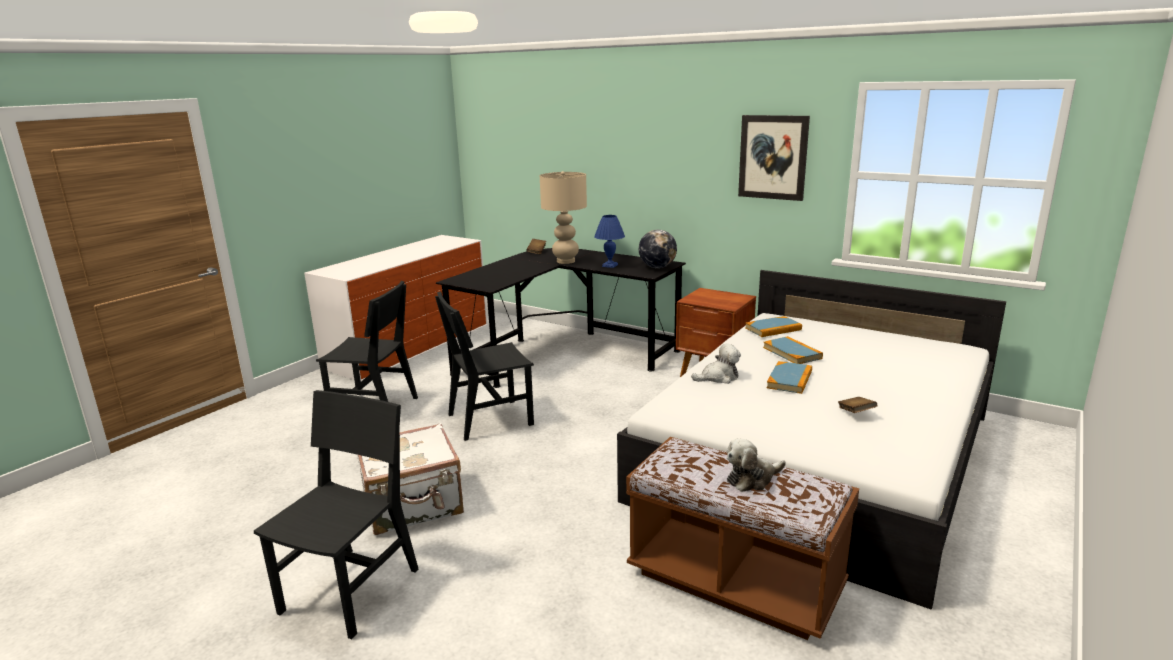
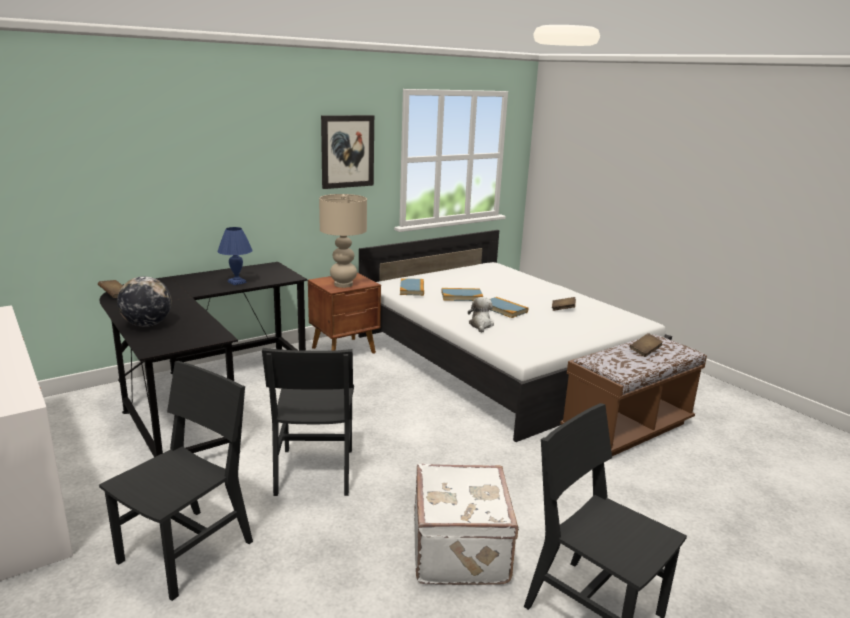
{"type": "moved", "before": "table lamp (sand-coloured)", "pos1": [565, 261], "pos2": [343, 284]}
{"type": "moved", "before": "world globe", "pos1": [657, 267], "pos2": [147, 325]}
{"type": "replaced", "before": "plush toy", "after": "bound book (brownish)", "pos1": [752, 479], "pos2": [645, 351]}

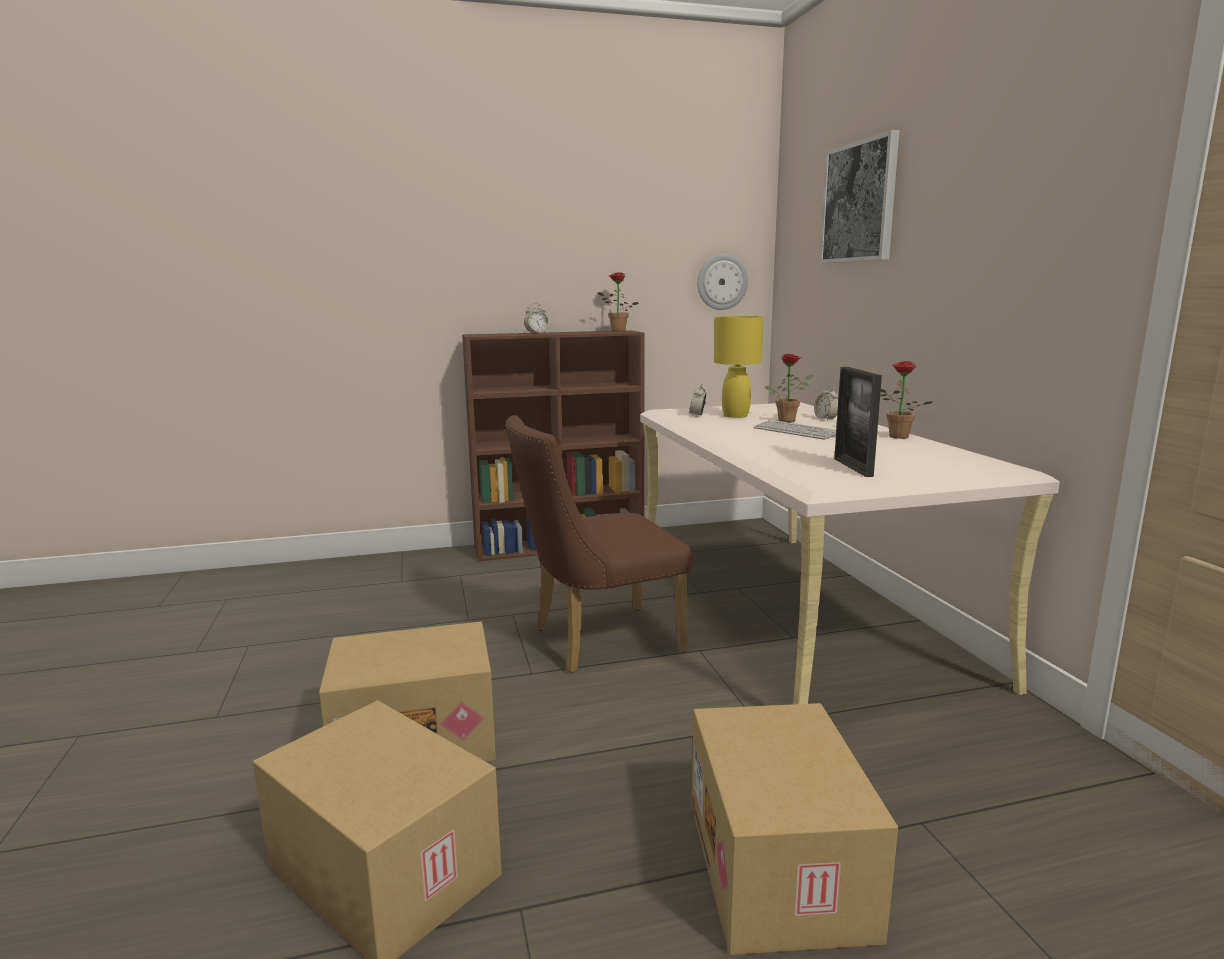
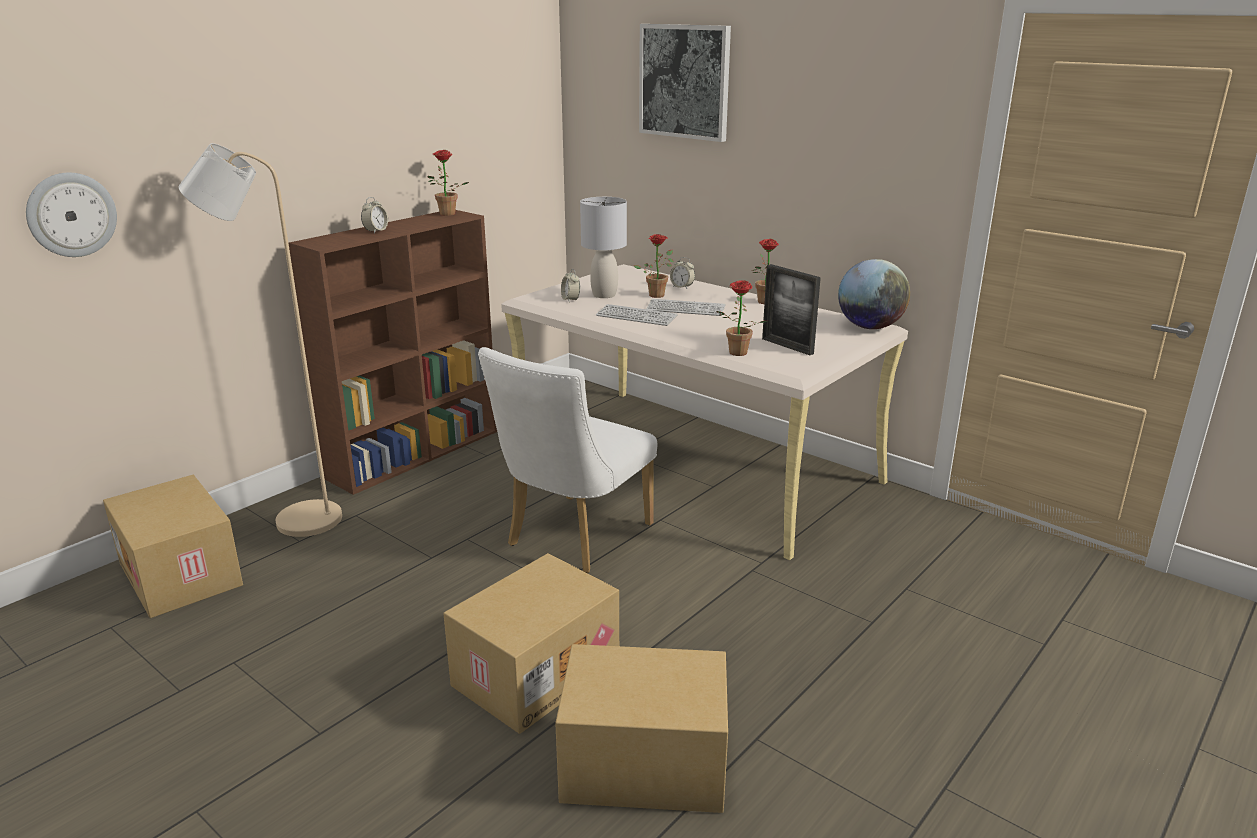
{"type": "added", "after": "standard lamp (sand-coloured)", "pos2": [296, 521]}
{"type": "added", "after": "keyboard", "pos2": [636, 316]}
{"type": "added", "after": "plant in a pot", "pos2": [736, 354]}
{"type": "added", "after": "world globe", "pos2": [869, 327]}
{"type": "moved", "before": "carton", "pos1": [781, 868], "pos2": [183, 574]}
{"type": "moved", "before": "hanging clock", "pos1": [722, 282], "pos2": [71, 214]}
{"type": "recoloured", "before": "upright chair (brownish)", "after": "upright chair (white-coloured)", "pos1": [596, 641], "pos2": [573, 539]}
{"type": "recoloured", "before": "table lamp (yellow-coloured)", "after": "table lamp (gray)", "pos1": [735, 415], "pos2": [604, 295]}

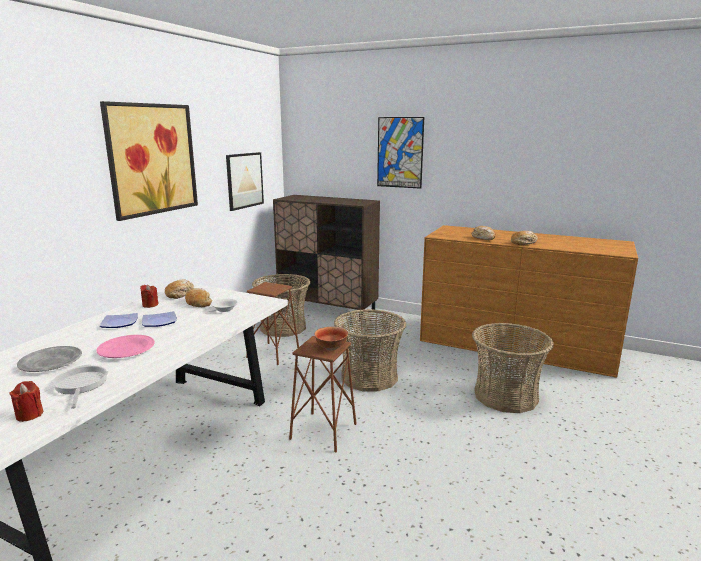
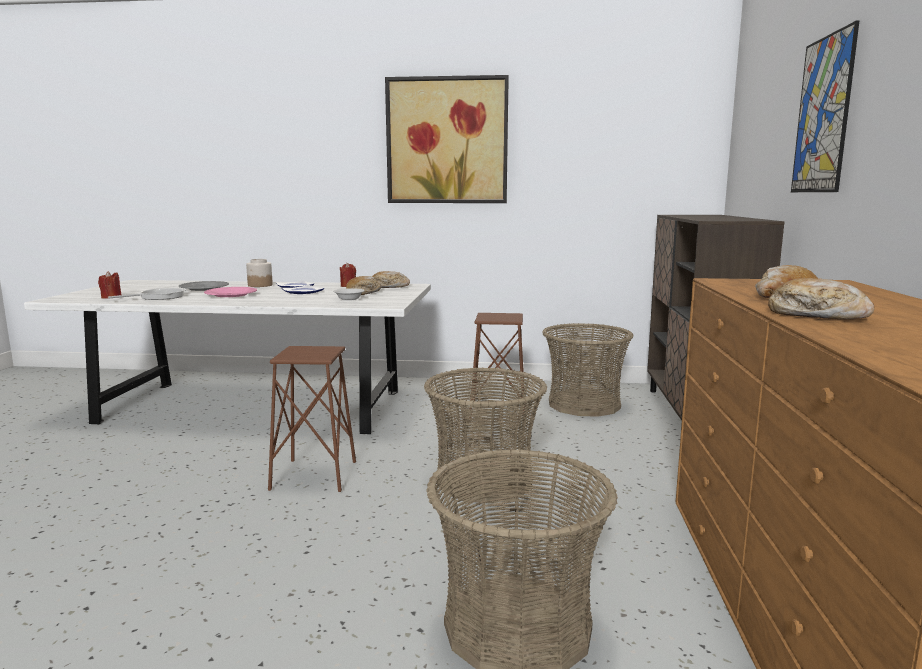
{"type": "removed", "before": "wall picture", "pos1": [244, 180]}
{"type": "removed", "before": "serving bowl", "pos1": [332, 348]}
{"type": "added", "after": "storage jar", "pos2": [260, 285]}

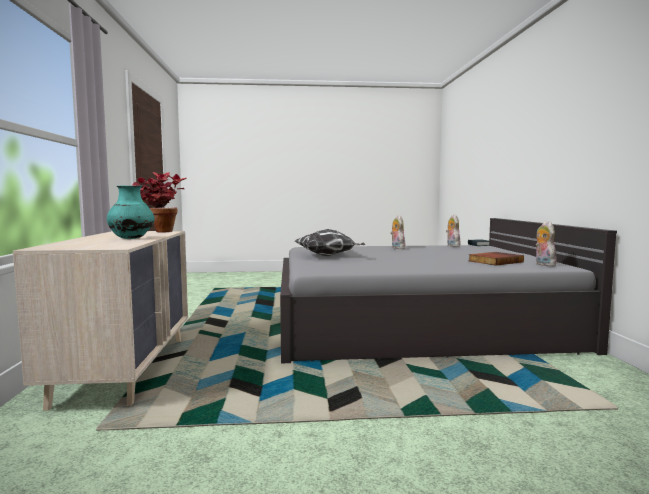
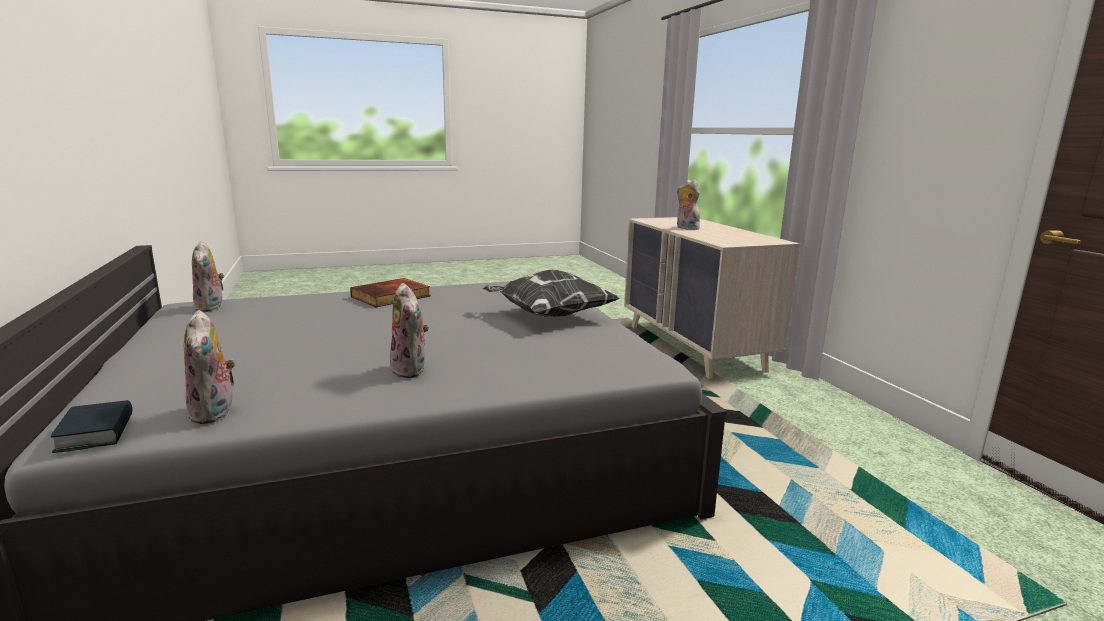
{"type": "removed", "before": "plant in a pot", "pos1": [159, 231]}
{"type": "moved", "before": "bound book", "pos1": [495, 261], "pos2": [391, 297]}
{"type": "replaced", "before": "flower vase (blue-green)", "after": "plush toy", "pos1": [131, 239], "pos2": [685, 228]}

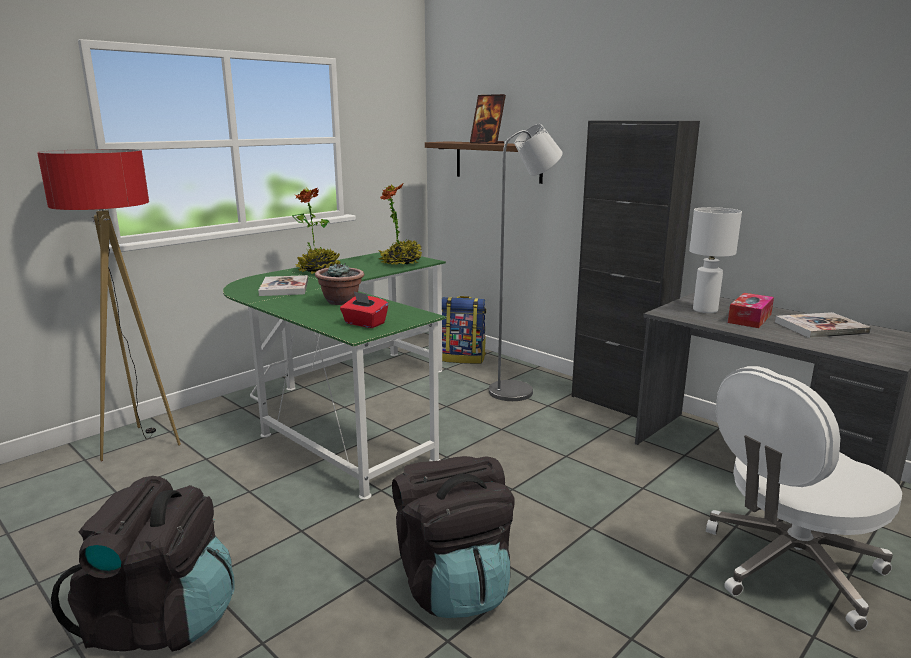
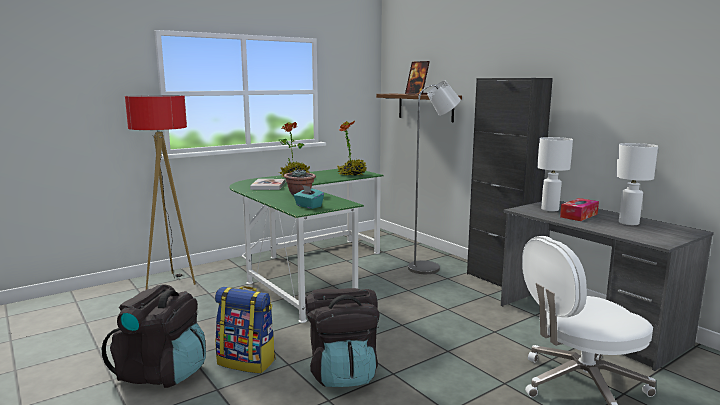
{"type": "moved", "before": "backpack", "pos1": [463, 358], "pos2": [247, 361]}
{"type": "replaced", "before": "bound book", "after": "table lamp (white-coloured)", "pos1": [821, 328], "pos2": [628, 223]}
{"type": "recoloured", "before": "tissue holder (red)", "after": "tissue holder (blue-green)", "pos1": [364, 323], "pos2": [308, 206]}

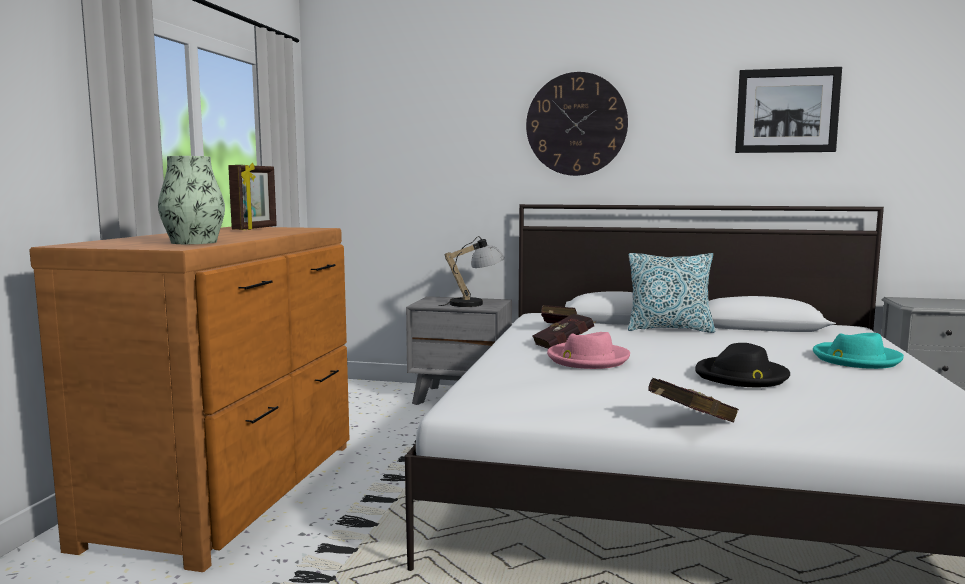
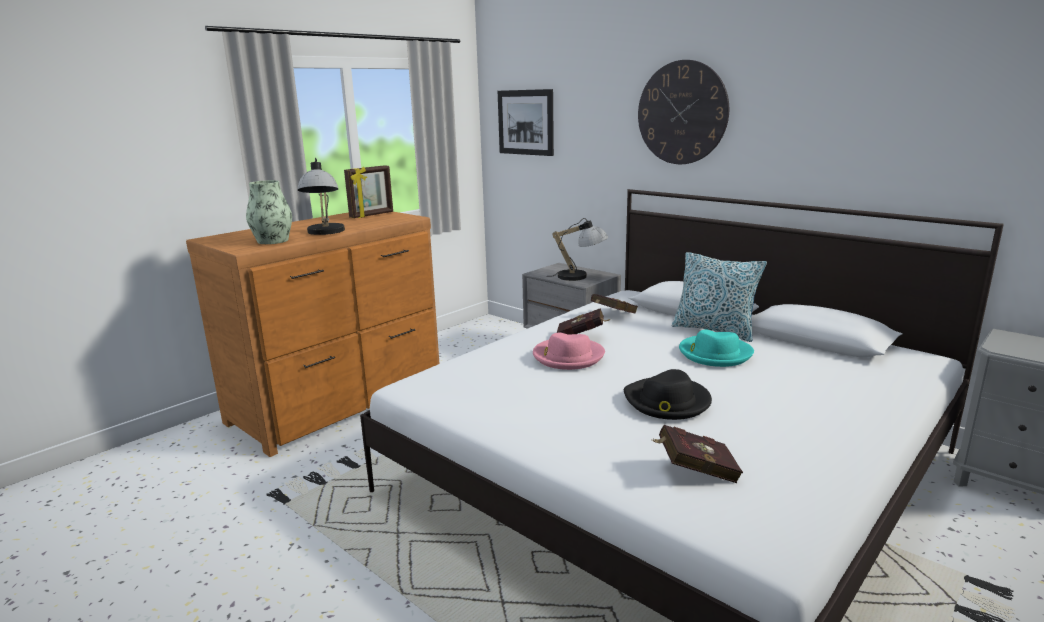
{"type": "added", "after": "table lamp", "pos2": [325, 233]}
{"type": "moved", "before": "bound book (red)", "pos1": [688, 421], "pos2": [694, 471]}
{"type": "moved", "before": "wall picture", "pos1": [787, 111], "pos2": [525, 122]}
{"type": "moved", "before": "clothing hat (blue-green)", "pos1": [855, 359], "pos2": [714, 354]}

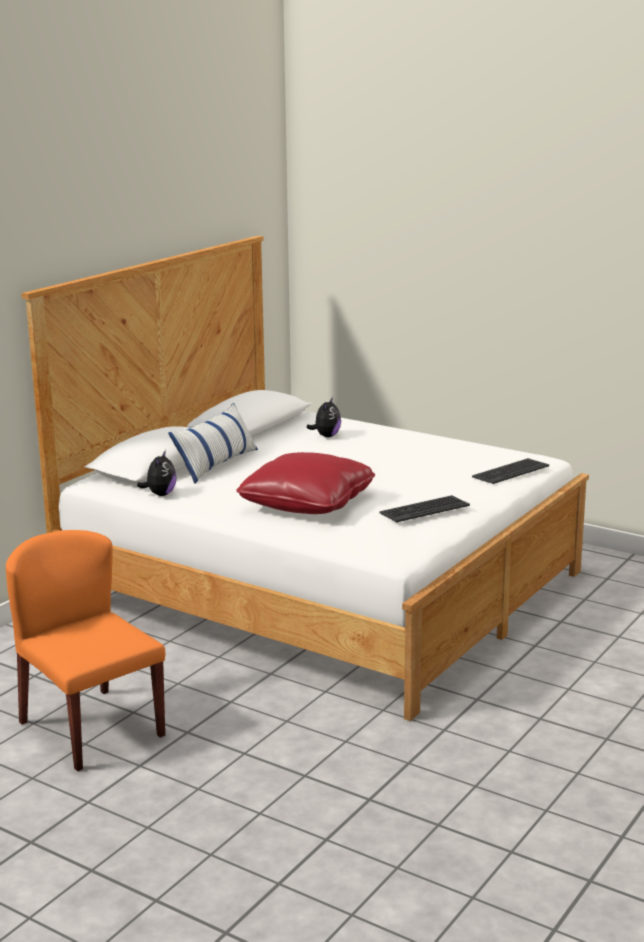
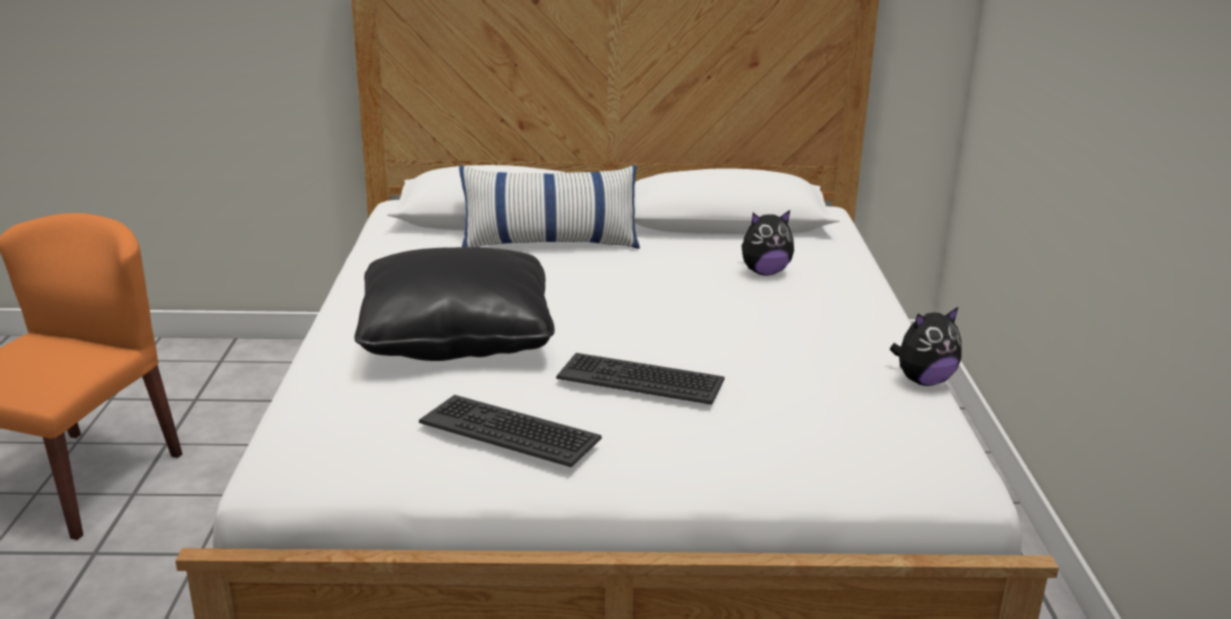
{"type": "moved", "before": "plush toy", "pos1": [160, 494], "pos2": [923, 380]}
{"type": "moved", "before": "keyboard", "pos1": [510, 472], "pos2": [641, 379]}
{"type": "recoloured", "before": "pillow (red)", "after": "pillow (black-coloured)", "pos1": [307, 503], "pos2": [456, 337]}

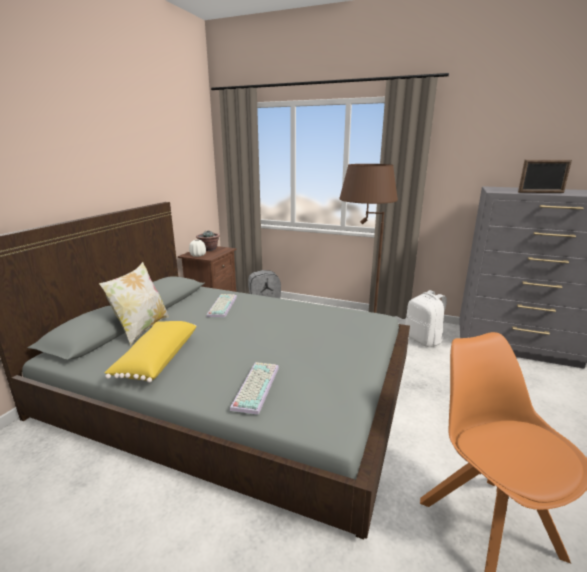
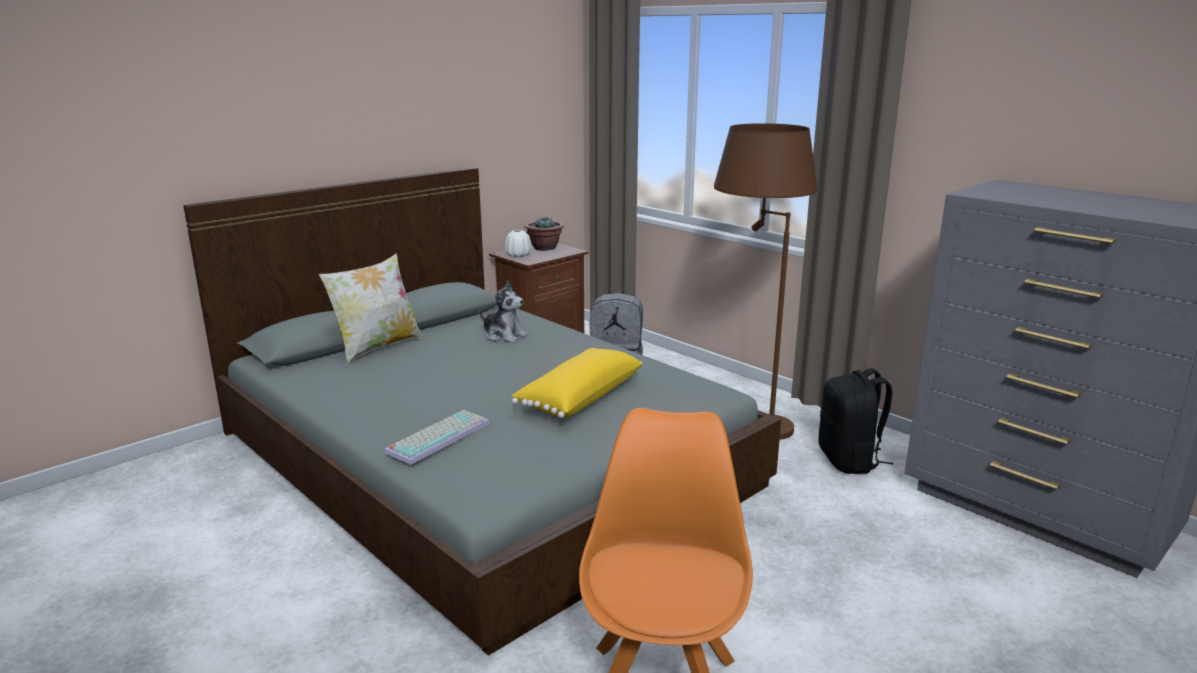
{"type": "removed", "before": "picture frame", "pos1": [541, 192]}
{"type": "moved", "before": "pillow (yellow-coloured)", "pos1": [156, 359], "pos2": [578, 397]}
{"type": "replaced", "before": "keyboard", "after": "plush toy", "pos1": [221, 306], "pos2": [504, 335]}
{"type": "recoloured", "before": "backpack (white-coloured)", "after": "backpack (black-coloured)", "pos1": [423, 340], "pos2": [849, 461]}

